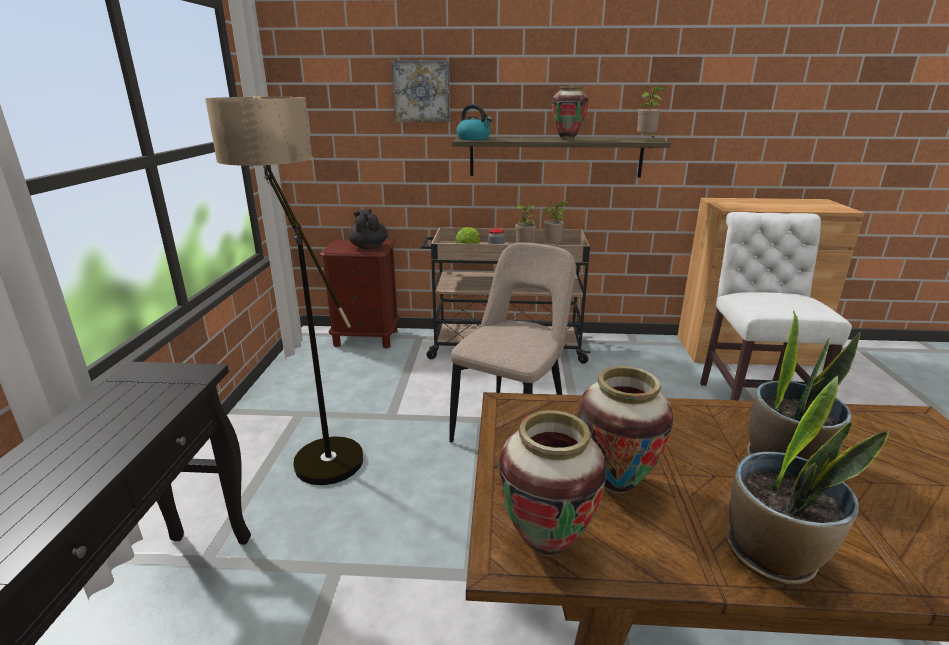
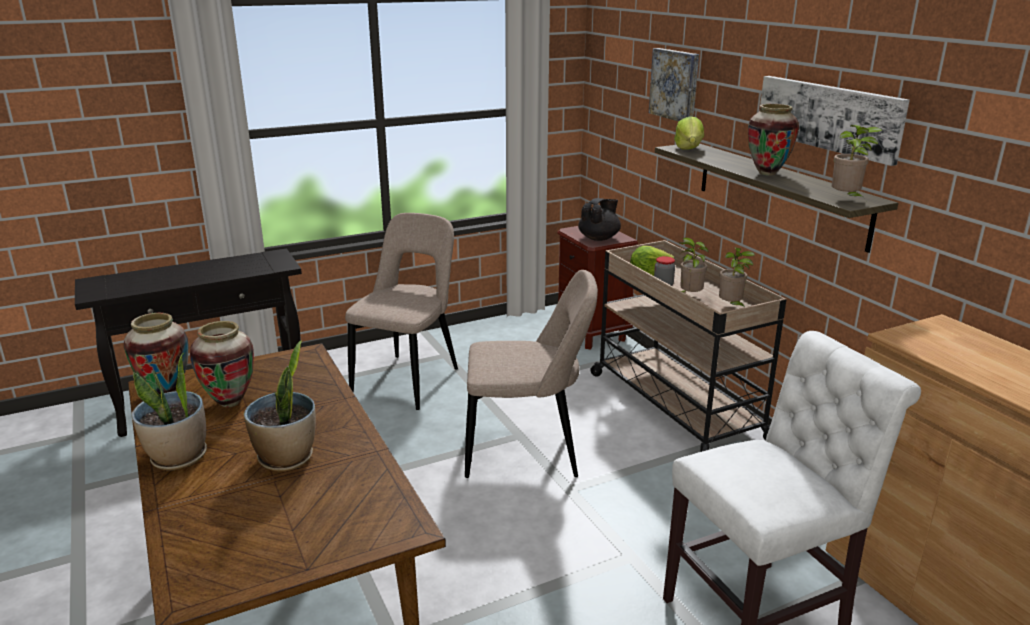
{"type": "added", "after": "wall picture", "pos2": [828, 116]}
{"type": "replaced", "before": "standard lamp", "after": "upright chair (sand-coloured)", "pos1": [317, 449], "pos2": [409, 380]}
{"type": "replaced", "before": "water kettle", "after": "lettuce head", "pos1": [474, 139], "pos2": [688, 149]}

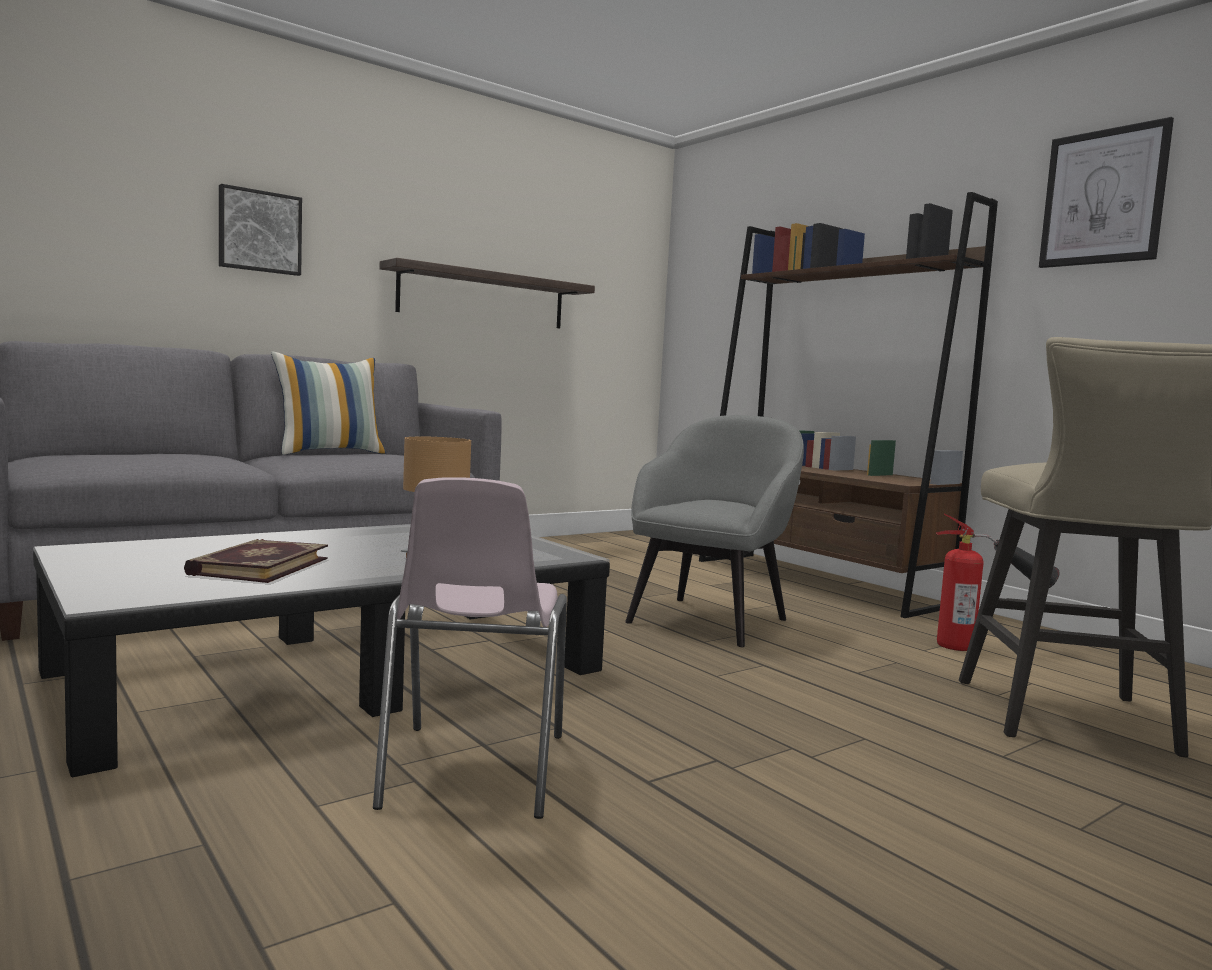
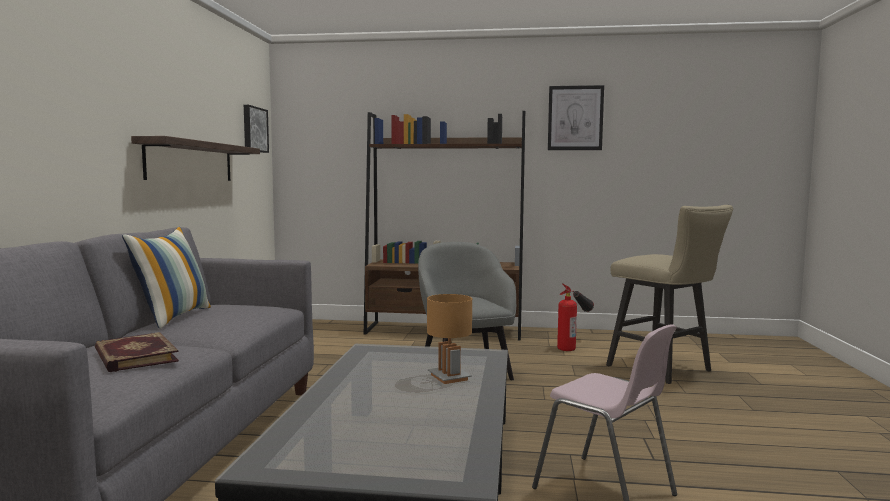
{"type": "moved", "before": "bound book", "pos1": [258, 566], "pos2": [134, 356]}
{"type": "moved", "before": "wall picture", "pos1": [259, 231], "pos2": [254, 129]}

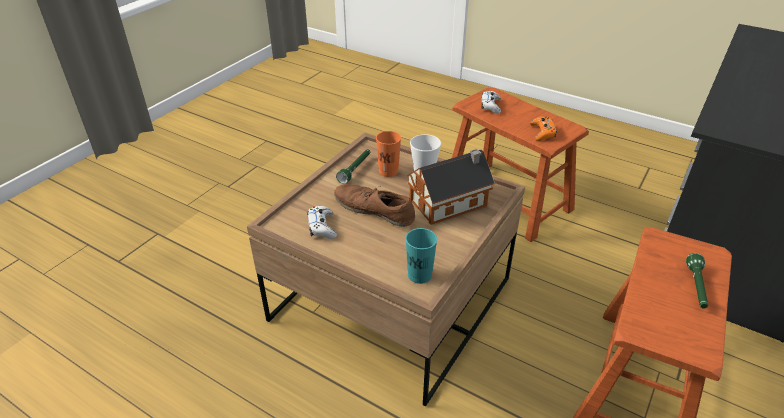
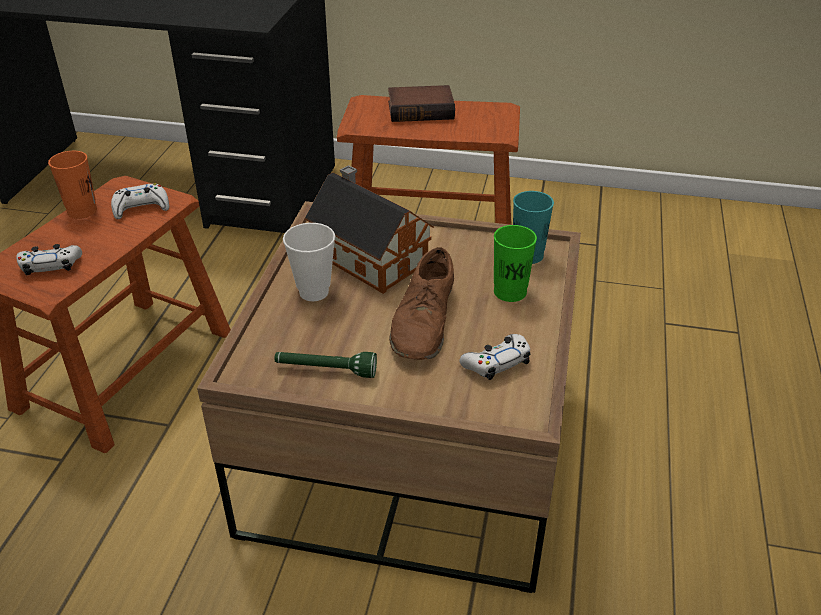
{"type": "added", "after": "cup (greenish)", "pos2": [510, 292]}
{"type": "moved", "before": "cup (orange)", "pos1": [388, 171], "pos2": [82, 211]}
{"type": "replaced", "before": "flashlight (greenish)", "after": "bound book", "pos1": [696, 287], "pos2": [421, 109]}
{"type": "recoloured", "before": "joypad (orange)", "after": "joypad (white-coloured)", "pos1": [542, 132], "pos2": [141, 207]}

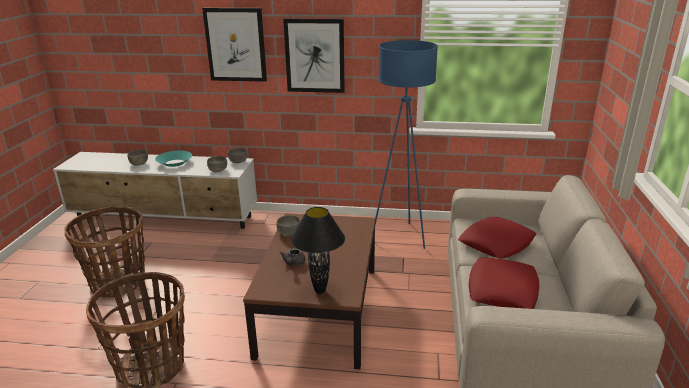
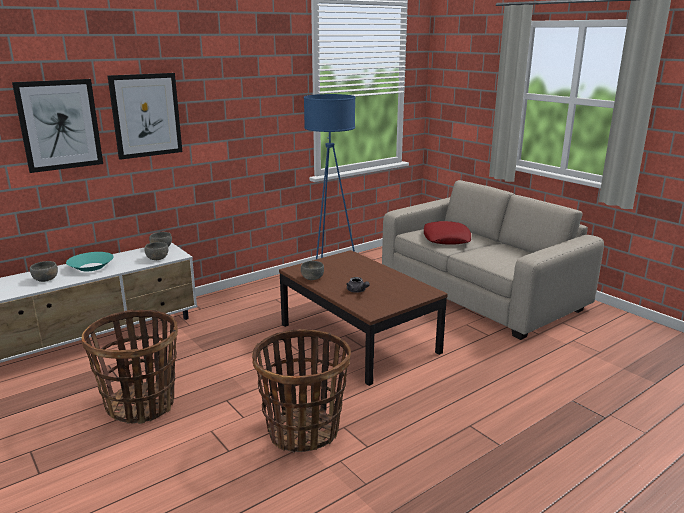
{"type": "removed", "before": "table lamp (black-coloured)", "pos1": [319, 291]}
{"type": "removed", "before": "pillow (red)", "pos1": [502, 290]}
{"type": "moved", "before": "wall picture", "pos1": [315, 56], "pos2": [59, 125]}

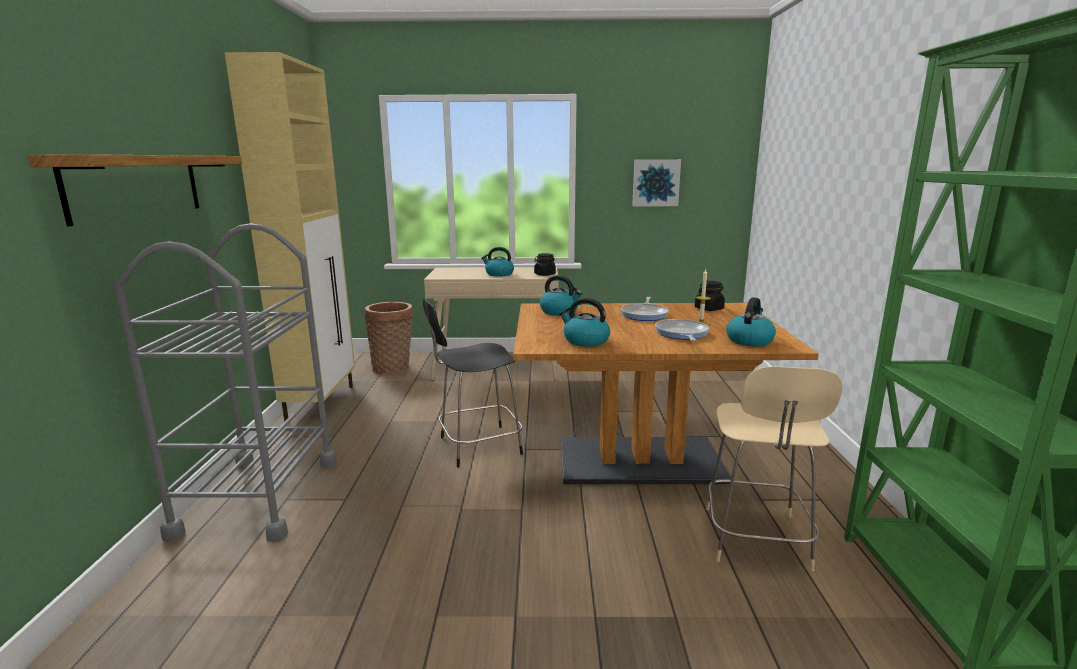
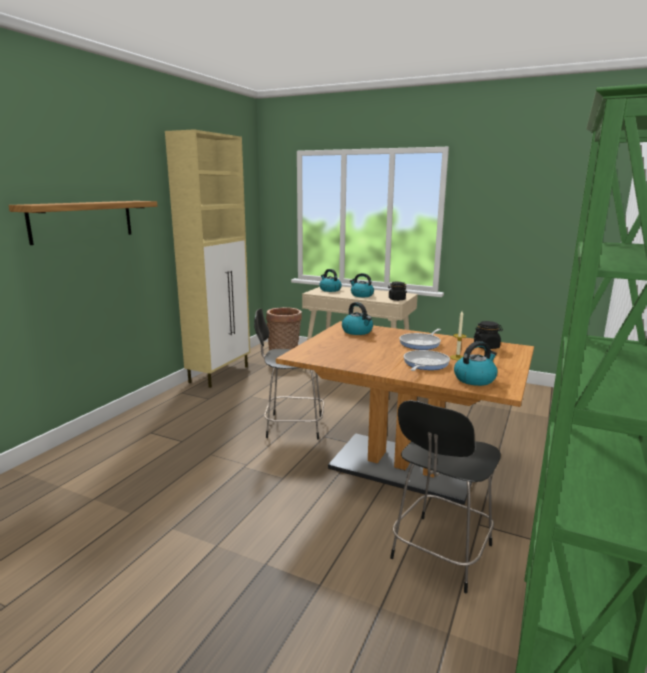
{"type": "removed", "before": "cart (gray)", "pos1": [259, 496]}
{"type": "removed", "before": "wall picture", "pos1": [655, 183]}
{"type": "moved", "before": "water kettle", "pos1": [585, 341], "pos2": [330, 290]}
{"type": "recoloured", "before": "upright chair (sand-coloured)", "after": "upright chair (black-coloured)", "pos1": [756, 540], "pos2": [440, 554]}

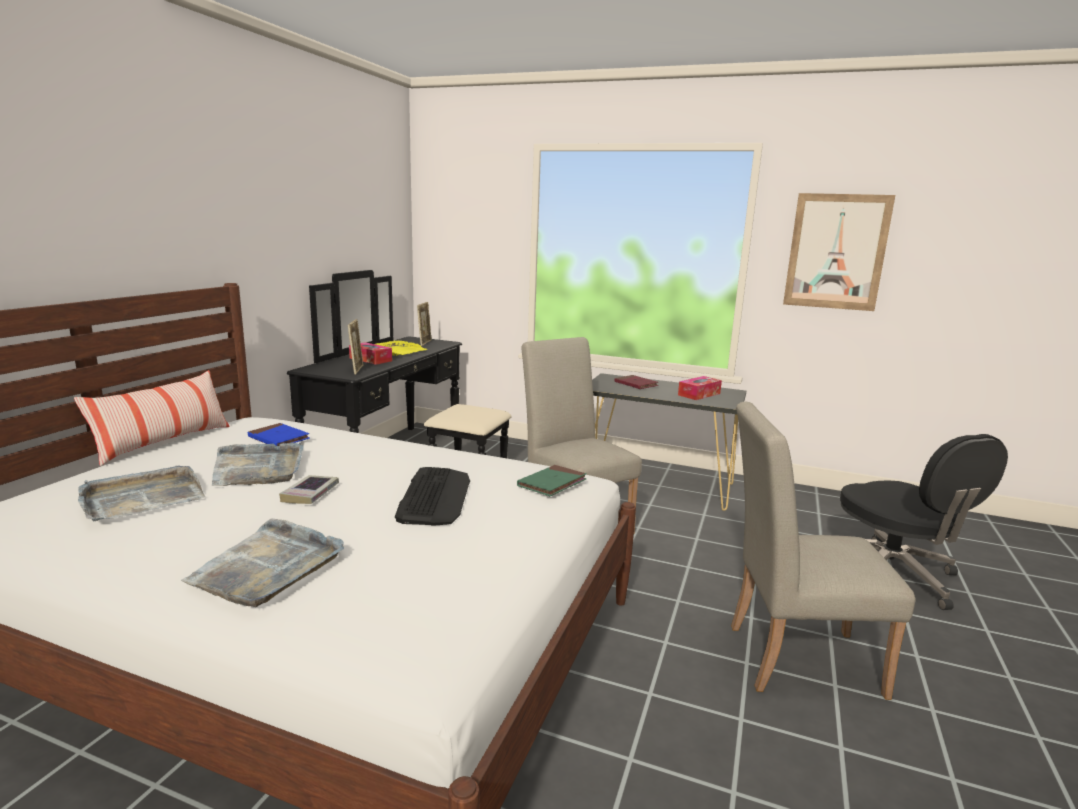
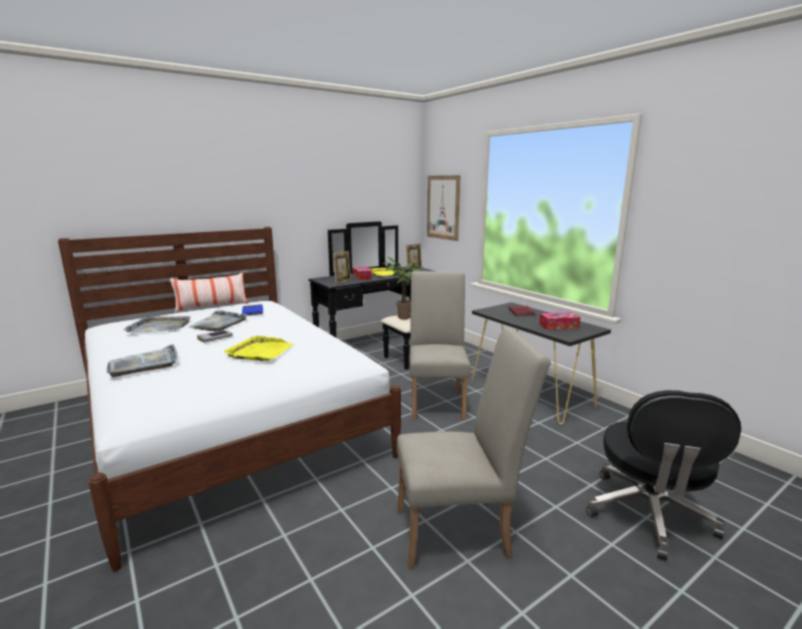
{"type": "removed", "before": "bound book (greenish)", "pos1": [552, 484]}
{"type": "added", "after": "plant in a pot", "pos2": [402, 318]}
{"type": "moved", "before": "wall picture", "pos1": [836, 252], "pos2": [443, 207]}
{"type": "replaced", "before": "keyboard", "after": "tray (yellow-coloured)", "pos1": [435, 496], "pos2": [260, 351]}
{"type": "turned", "before": "upright chair (sand-coloured)", "pos1": [791, 658], "pos2": [461, 531], "turn": 135}

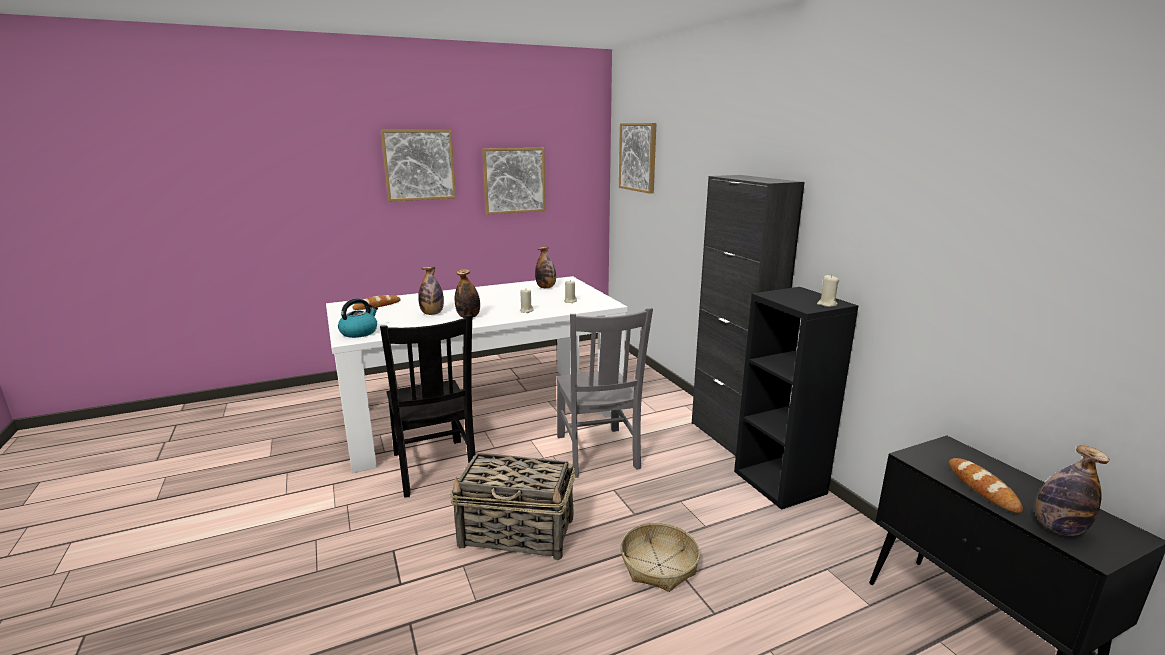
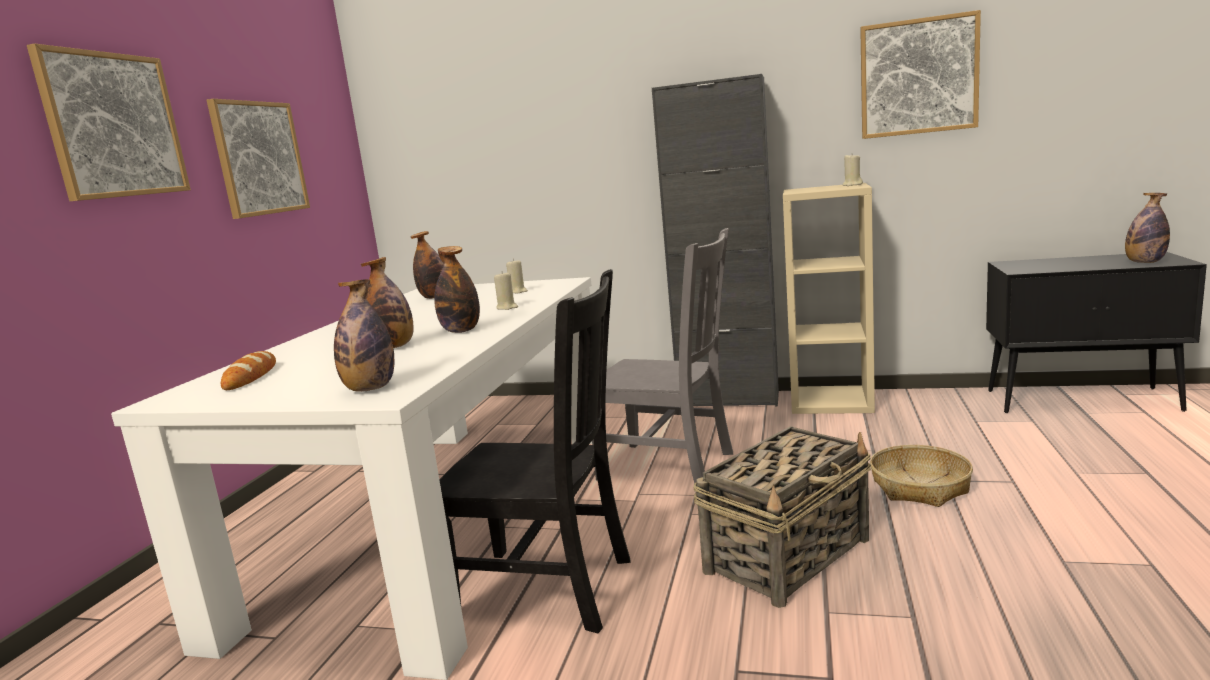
{"type": "removed", "before": "bread", "pos1": [982, 488]}
{"type": "moved", "before": "wall picture", "pos1": [638, 157], "pos2": [918, 77]}
{"type": "replaced", "before": "water kettle", "after": "drink bottle", "pos1": [359, 332], "pos2": [370, 389]}
{"type": "recoloured", "before": "shelving unit (black-coloured)", "after": "shelving unit (sand-coloured)", "pos1": [780, 482], "pos2": [832, 401]}

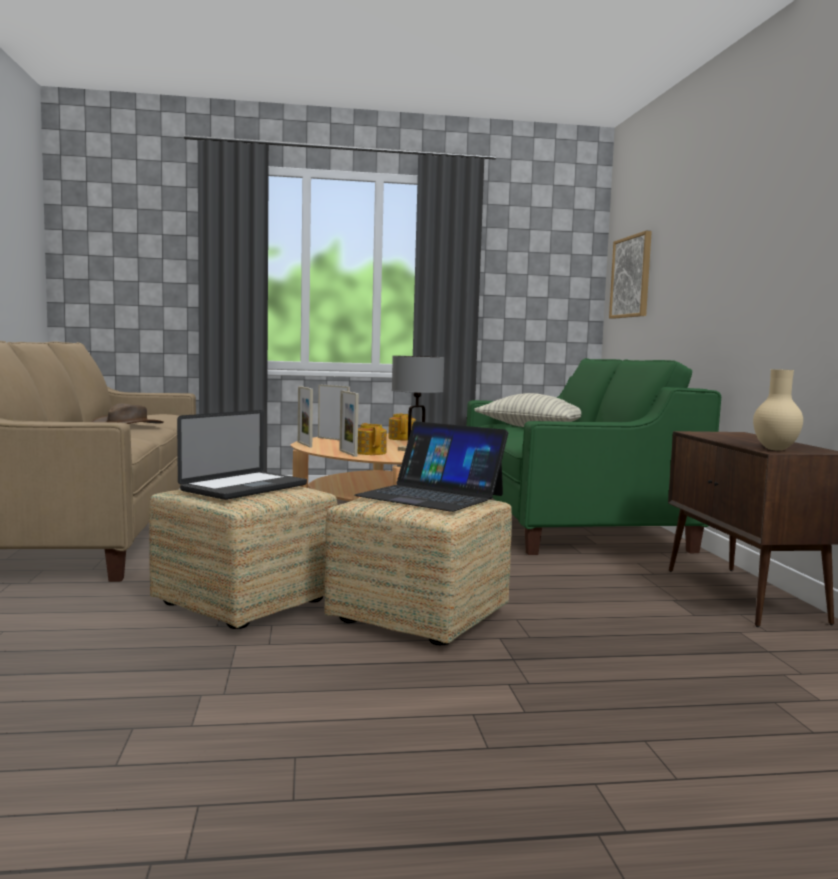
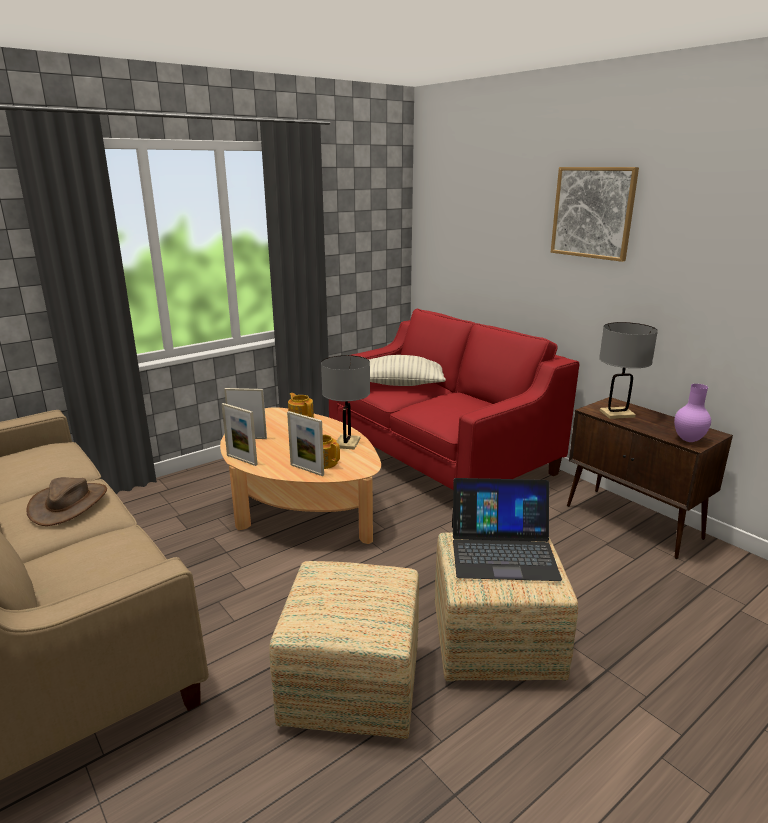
{"type": "removed", "before": "portable computer", "pos1": [244, 488]}
{"type": "added", "after": "table lamp (gray)", "pos2": [617, 414]}
{"type": "moved", "before": "wall picture", "pos1": [631, 277], "pos2": [593, 212]}
{"type": "recoloured", "before": "settee (greenish)", "after": "settee (red)", "pos1": [567, 521], "pos2": [440, 456]}
{"type": "recoloured", "before": "flower vase (sand-coloured)", "after": "flower vase (purplish)", "pos1": [776, 449], "pos2": [689, 440]}

